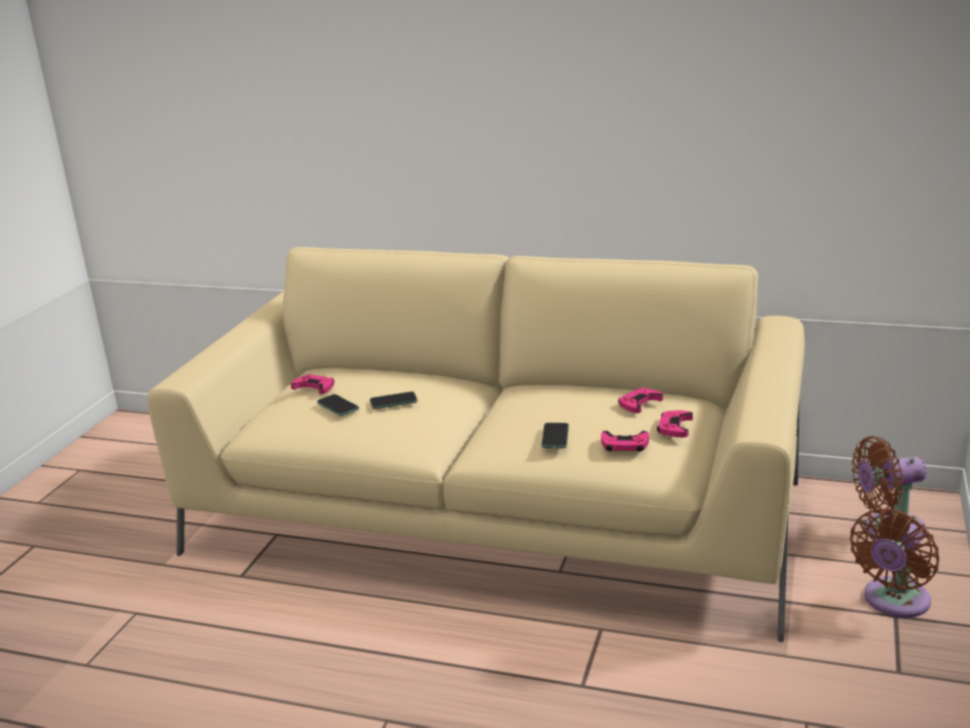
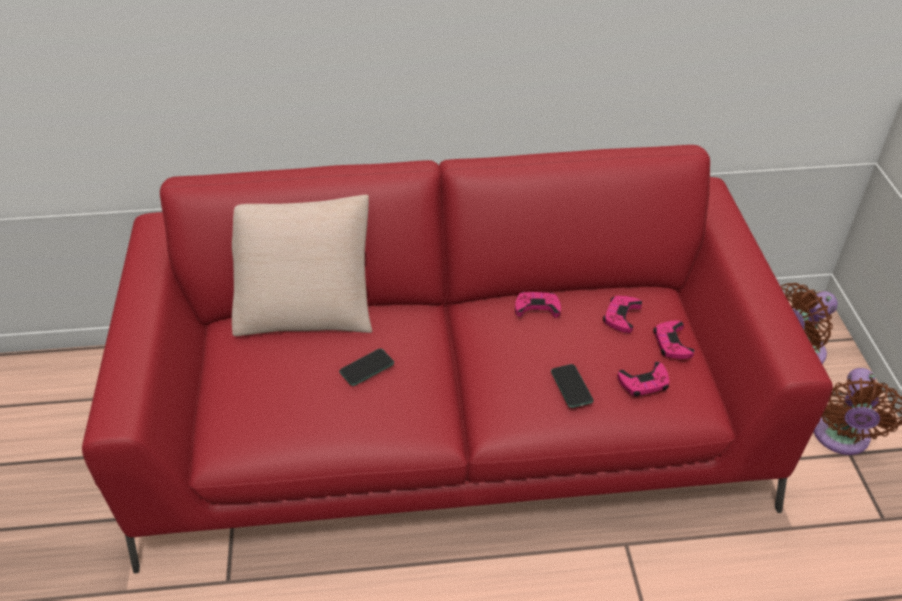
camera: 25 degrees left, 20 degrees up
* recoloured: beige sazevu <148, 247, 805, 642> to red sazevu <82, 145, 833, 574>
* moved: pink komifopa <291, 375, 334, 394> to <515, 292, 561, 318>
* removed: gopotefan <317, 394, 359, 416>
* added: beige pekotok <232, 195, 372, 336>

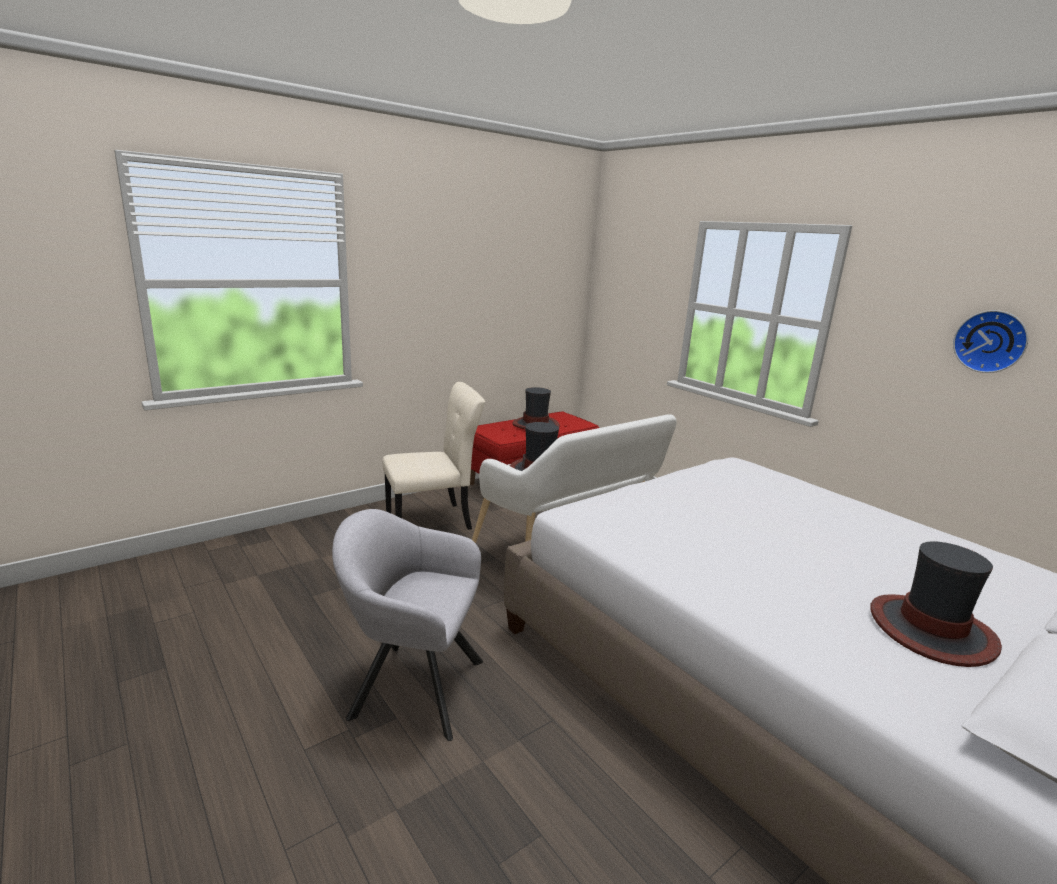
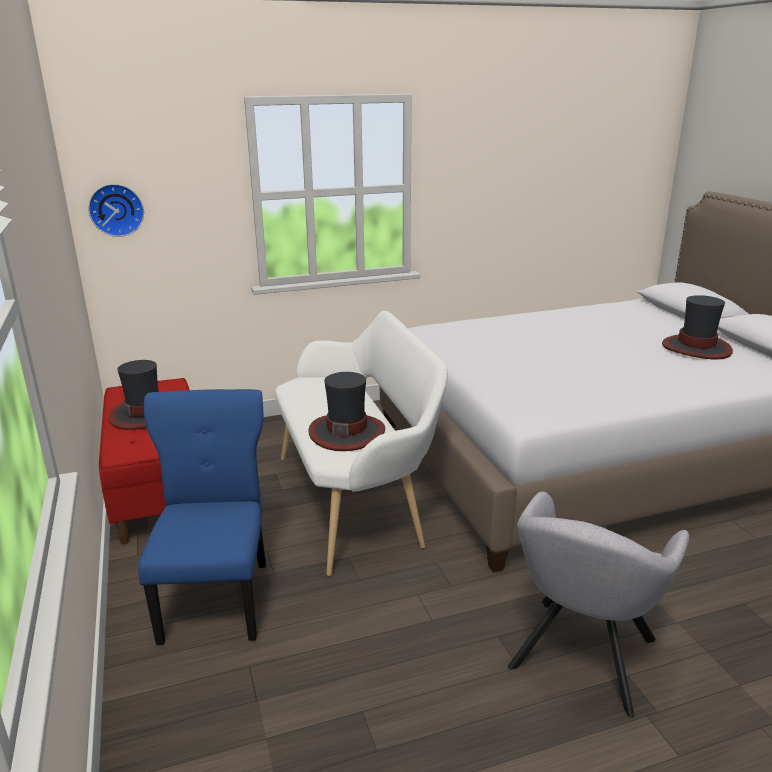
camera: 70 degrees left, 5 degrees up
* moved: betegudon <953, 310, 1028, 373> to <88, 184, 144, 237>
* recoloured: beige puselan <383, 382, 485, 530> to blue puselan <138, 389, 266, 645>

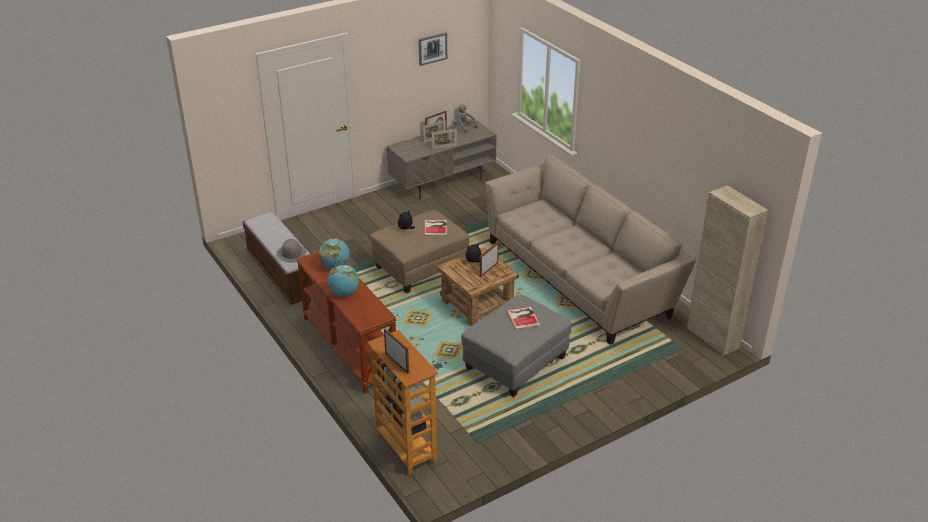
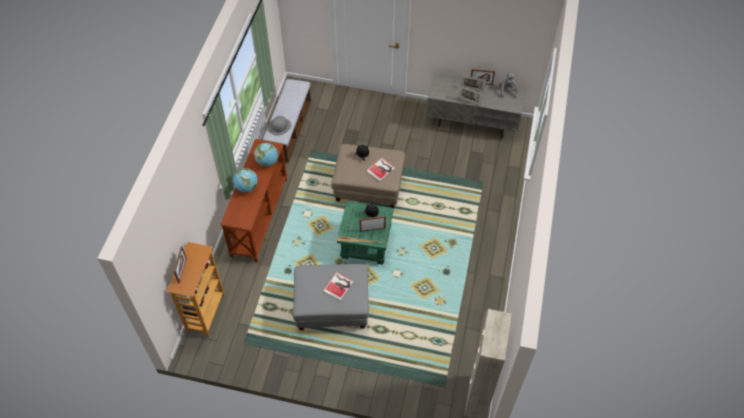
camera: 45 degrees right, 20 degrees up
* removed: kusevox <418, 32, 447, 66>
* removed: beige sazevu <485, 156, 696, 345>
* recoloured: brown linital <437, 247, 519, 326> to green linital <337, 201, 394, 264>

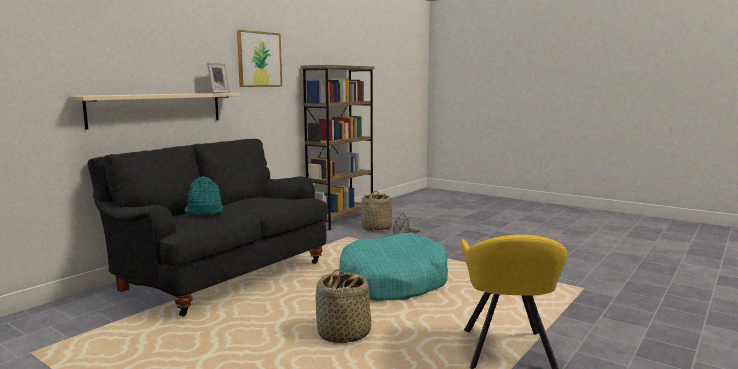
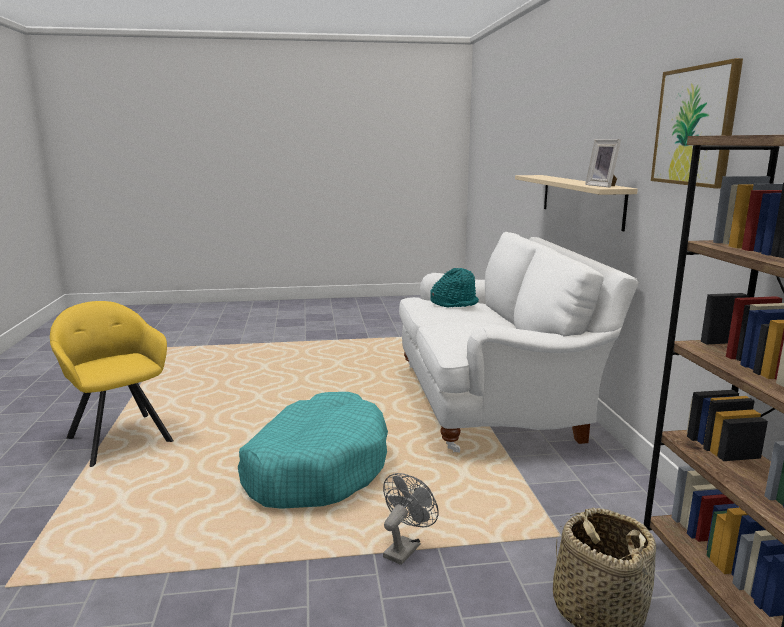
camera: 135 degrees right, 5 degrees up
* recoloured: black sazevu <87, 139, 327, 317> to white sazevu <399, 232, 639, 453>
* removed: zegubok <315, 269, 371, 343>

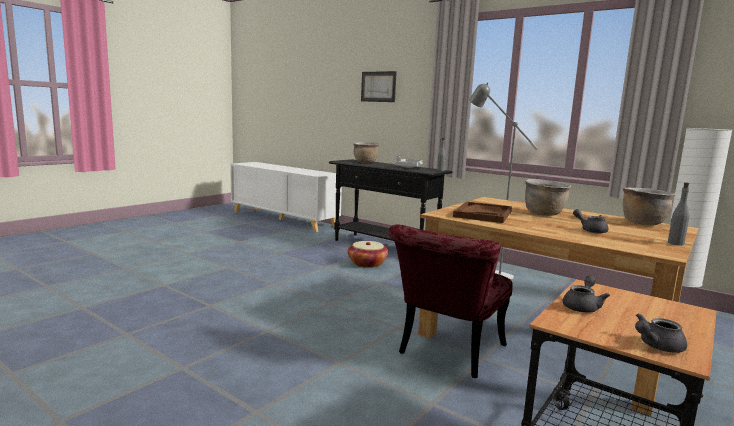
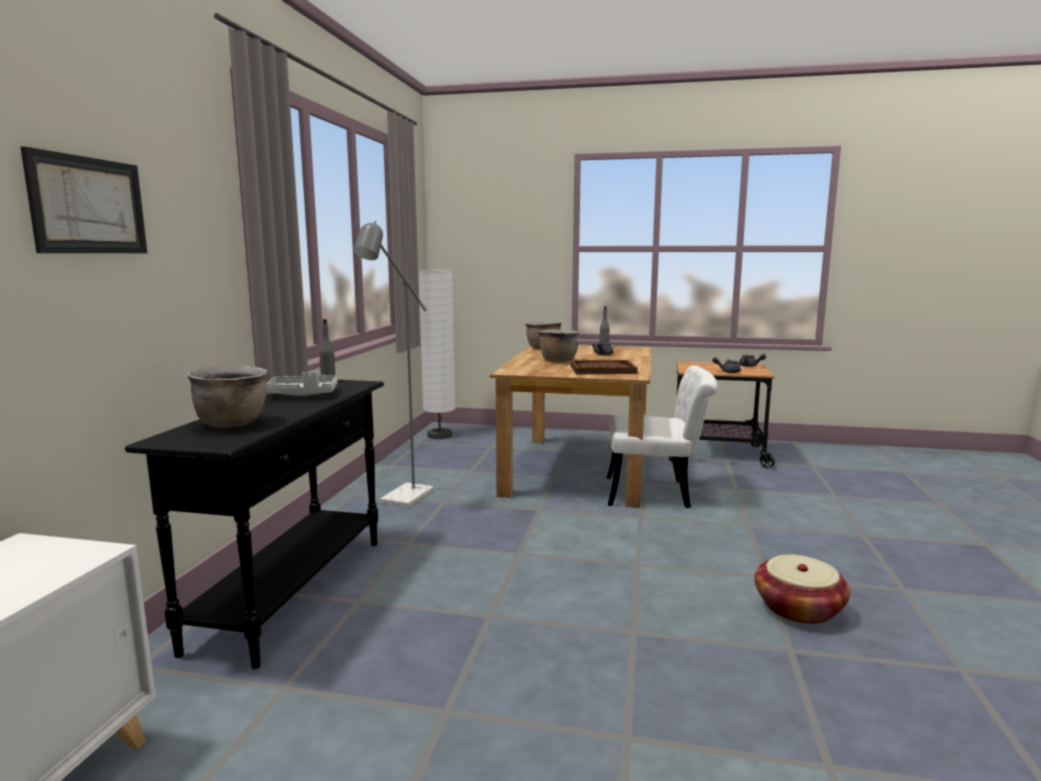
camera: 115 degrees left, 0 degrees up
* recoloured: red puselan <388, 224, 513, 378> to white puselan <607, 365, 718, 508>
* moved: zegubok <348, 241, 388, 268> to <754, 554, 850, 624>

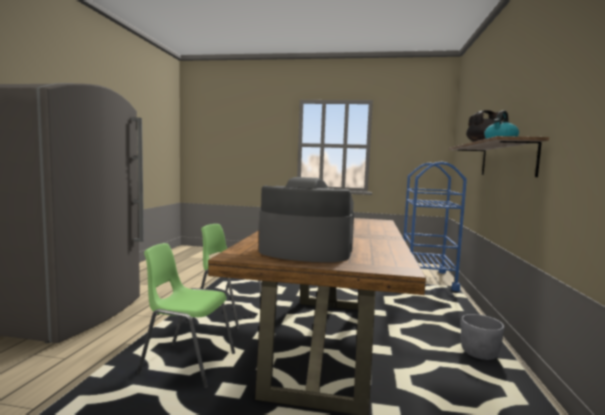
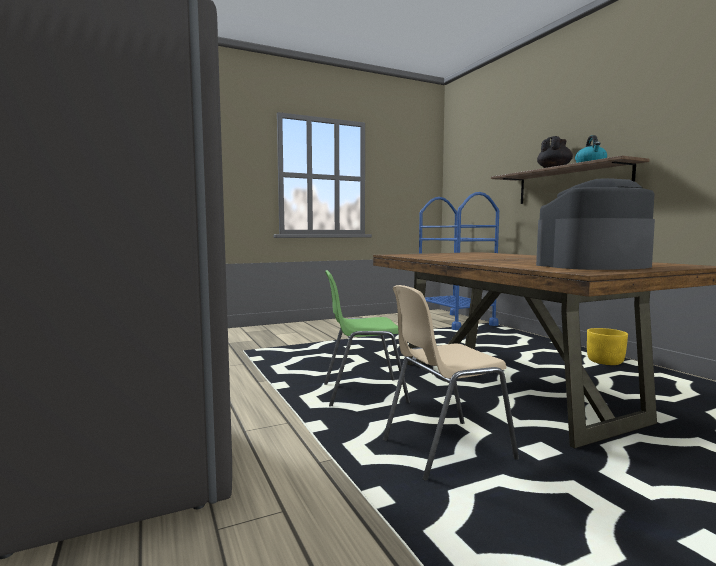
camera: 35 degrees left, 0 degrees up
* recoloured: green puselan <137, 243, 235, 388> to beige puselan <383, 285, 519, 480>
* recoloured: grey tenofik <461, 314, 504, 360> to yellow tenofik <587, 328, 628, 365>

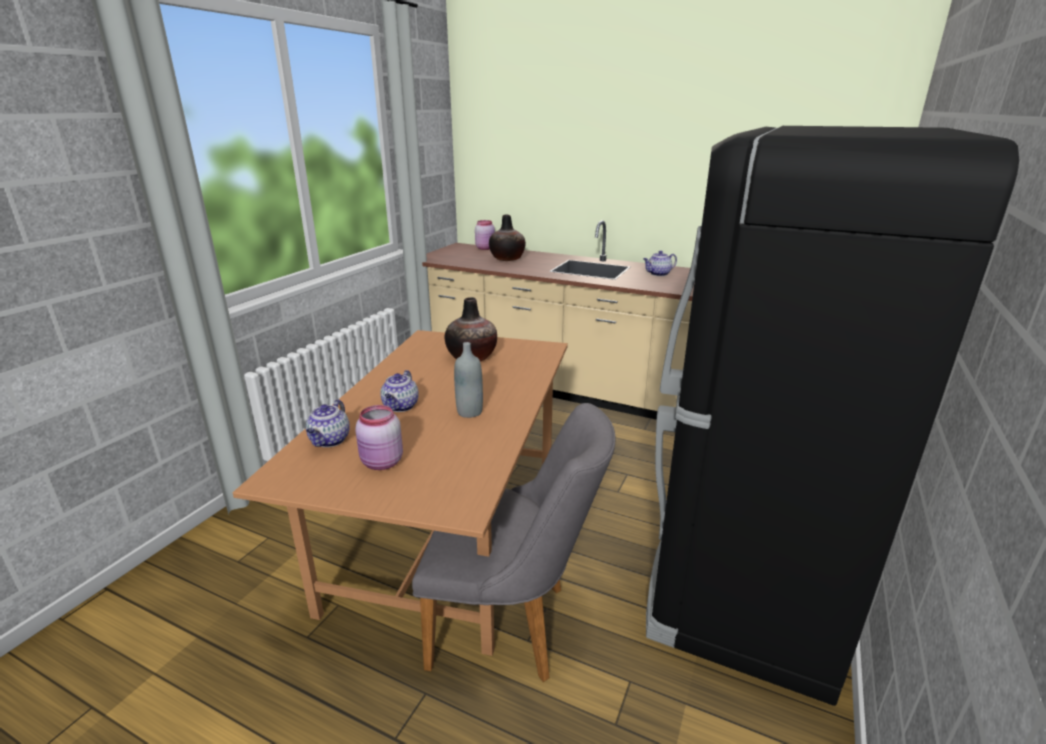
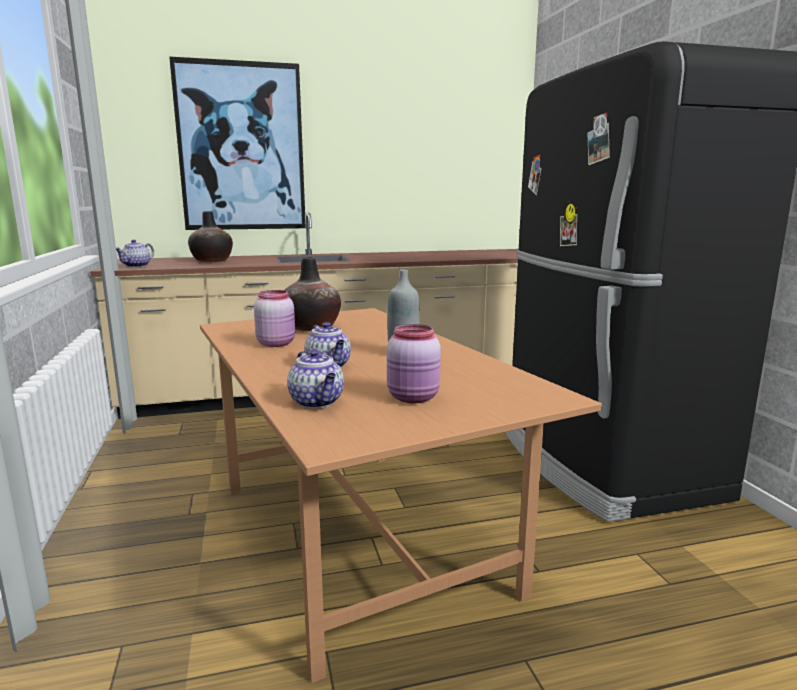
camera: 40 degrees left, 10 degrees down
* moved: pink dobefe <475, 220, 495, 250> to <254, 290, 295, 347>
* moved: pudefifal <643, 251, 677, 276> to <116, 240, 154, 267>
* removed: grey puselan <412, 403, 615, 682>
* added: kusevox <169, 57, 306, 230>

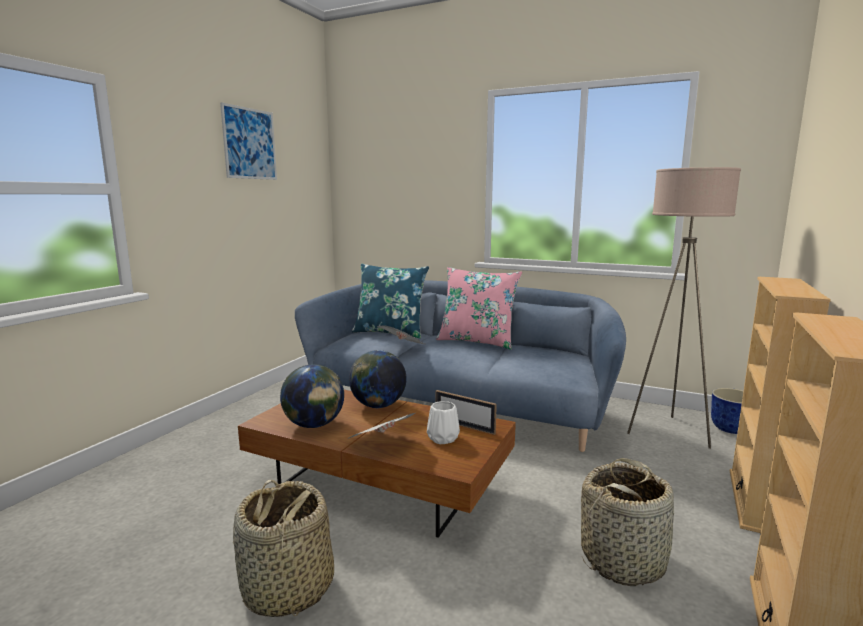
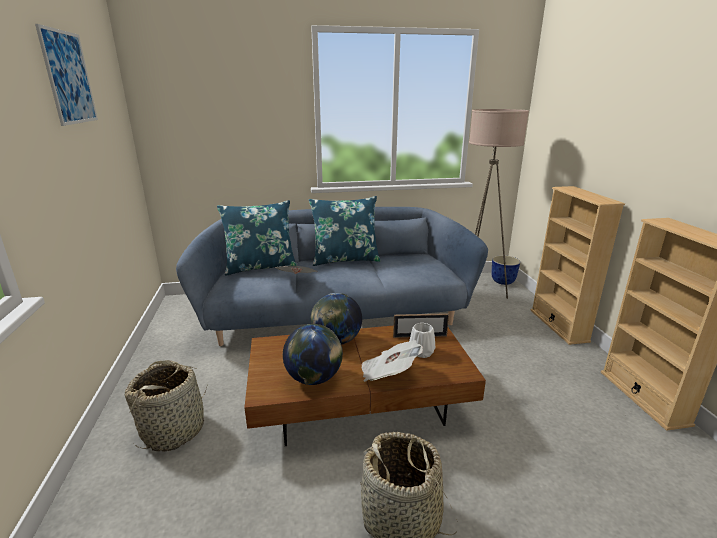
camera: 35 degrees left, 10 degrees up
* recoloured: pink pekotok <436, 267, 522, 349> to blue pekotok <309, 196, 380, 266>
* moved: zegubok <581, 458, 675, 586> to <125, 360, 208, 451>

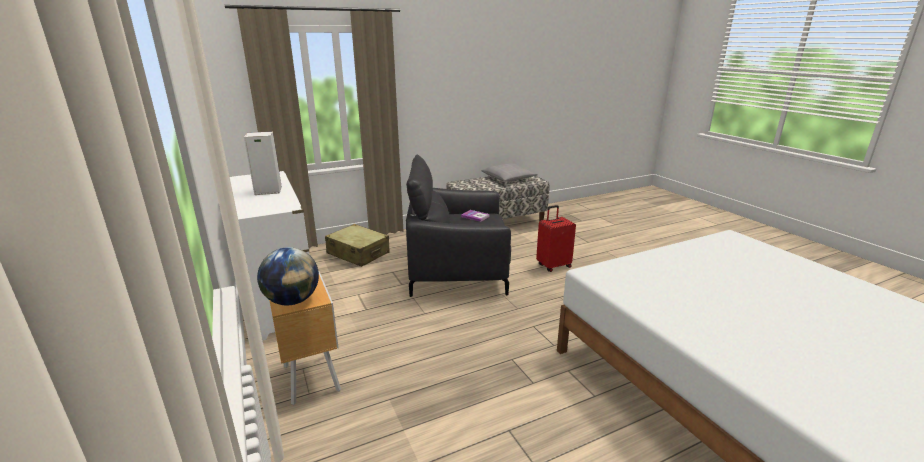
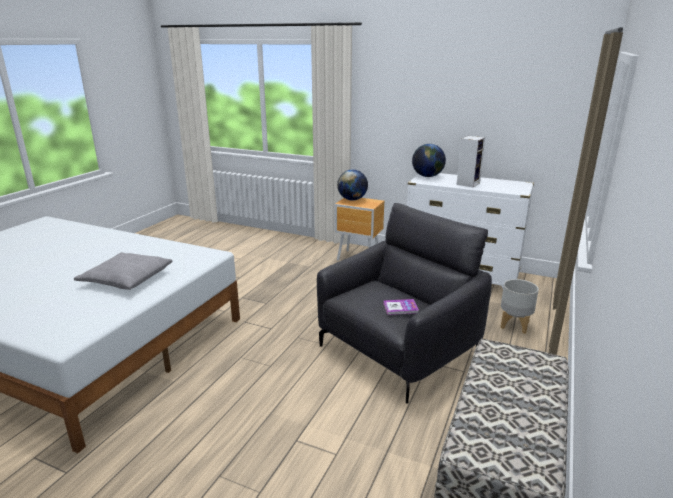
camera: 140 degrees right, 0 degrees up
* moved: grey pekotok <481, 163, 538, 182> to <74, 252, 173, 290>
* removed: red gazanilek <536, 205, 576, 272>
* replaced: beige gazanilek <325, 224, 389, 267> to grey tenofik <501, 279, 539, 334>
* added: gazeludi <412, 144, 446, 177>

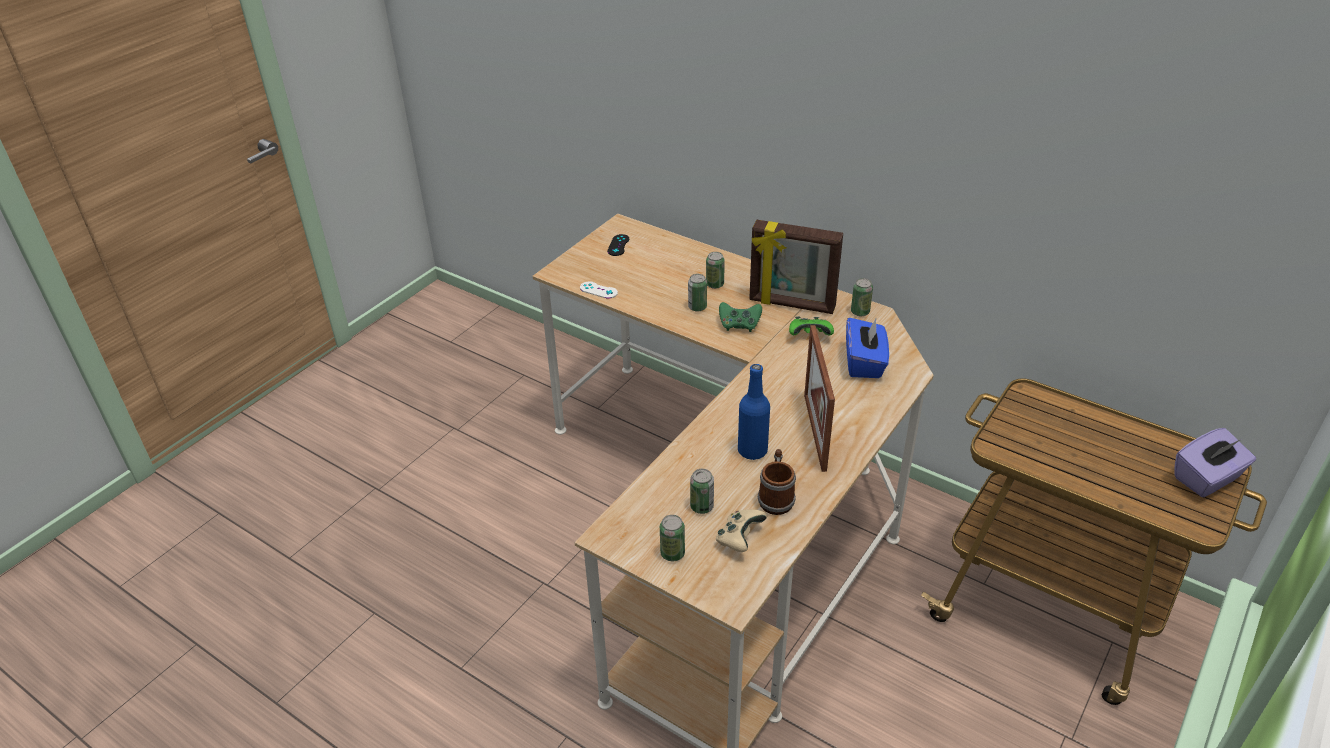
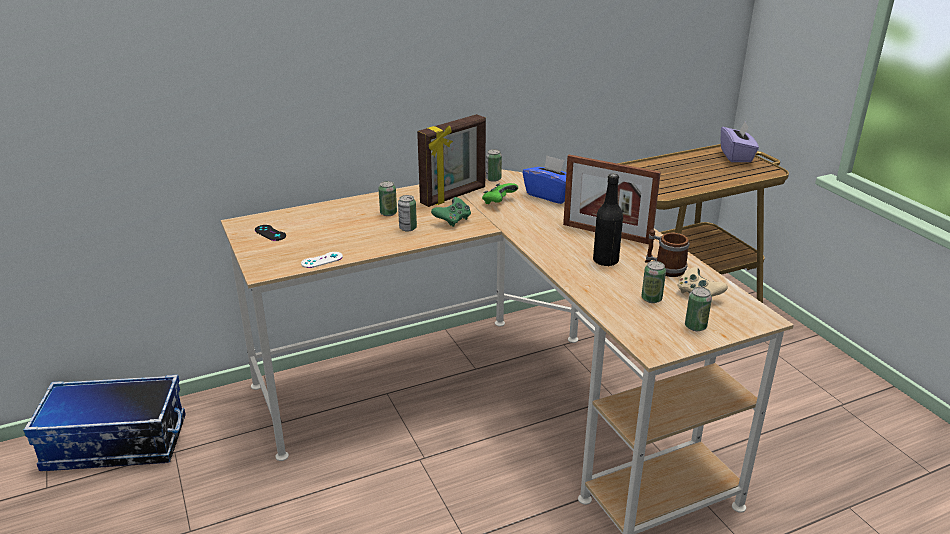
camera: 60 degrees left, 10 degrees down
* recoloured: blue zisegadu <738, 364, 770, 460> to black zisegadu <593, 174, 623, 266>
* added: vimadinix <23, 375, 186, 471>

